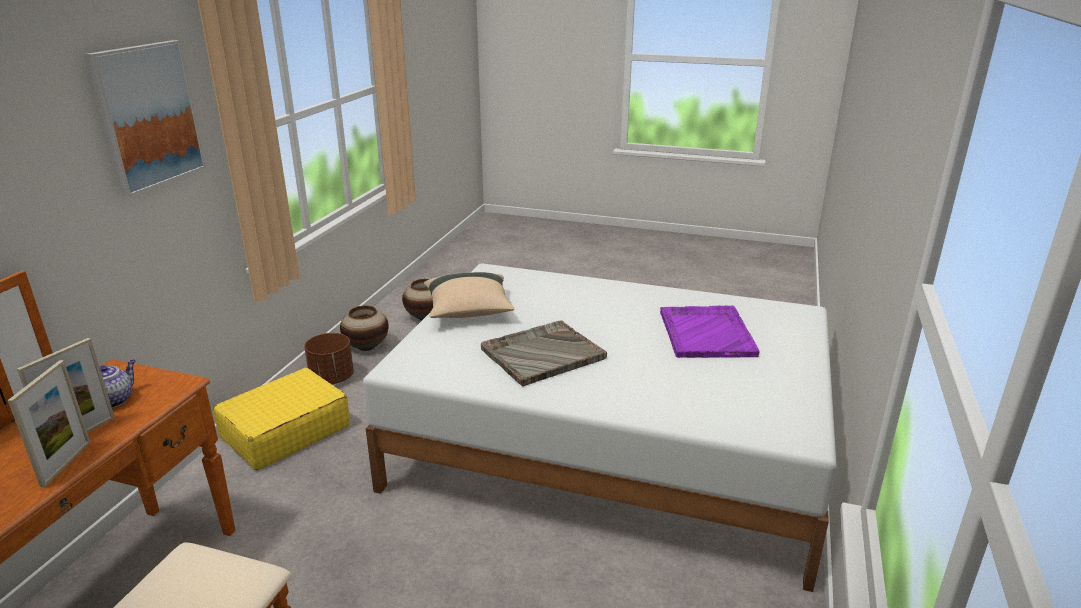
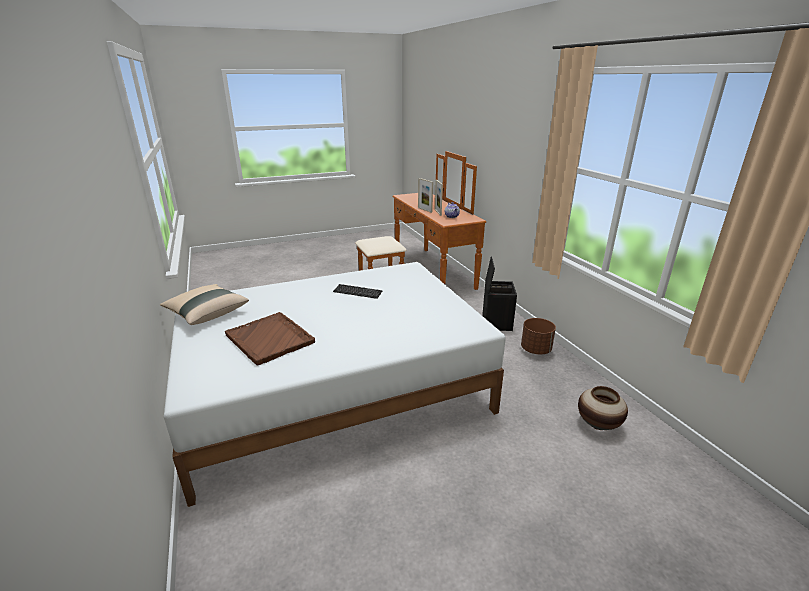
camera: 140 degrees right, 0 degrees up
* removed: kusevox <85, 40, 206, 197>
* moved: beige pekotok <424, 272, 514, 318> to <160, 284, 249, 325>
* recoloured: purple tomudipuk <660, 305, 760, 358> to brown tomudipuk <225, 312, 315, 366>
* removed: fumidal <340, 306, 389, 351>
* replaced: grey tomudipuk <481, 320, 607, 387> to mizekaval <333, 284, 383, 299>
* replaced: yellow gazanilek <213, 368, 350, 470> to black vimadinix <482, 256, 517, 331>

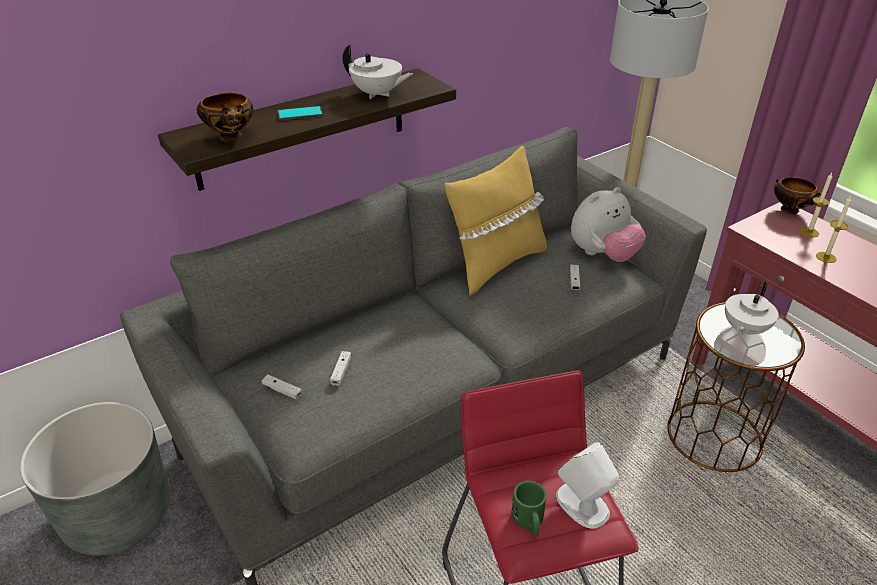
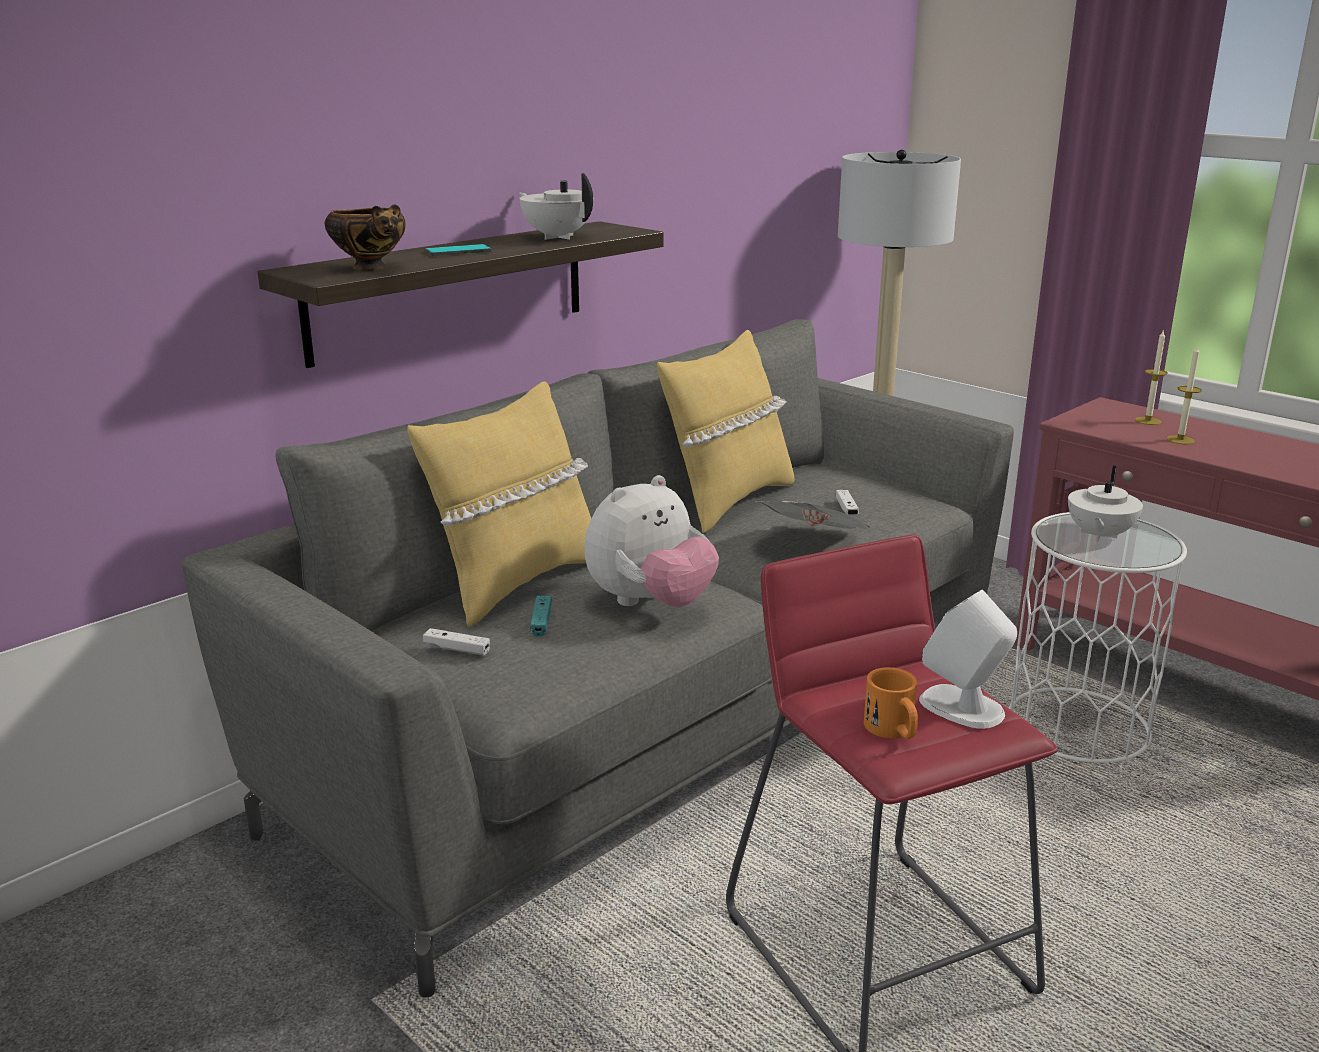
camera: 10 degrees left, 15 degrees down
* turned: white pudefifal <343, 44, 413, 99> = <519, 173, 594, 240> 150 degrees counterclockwise
* removed: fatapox <774, 177, 827, 214>
* moved: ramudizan <571, 187, 646, 262> to <585, 475, 719, 608>
* recoloured: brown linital <667, 302, 805, 472> to white linital <1009, 512, 1187, 763>
* recoloured: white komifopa <330, 351, 351, 386> to turquoise komifopa <530, 596, 552, 636>
* removed: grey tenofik <20, 402, 170, 556>
* recoloured: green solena <511, 481, 547, 536> to orange solena <864, 667, 918, 739>
* added: yellow pekotok <407, 381, 591, 627>
* added: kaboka <756, 501, 870, 529>

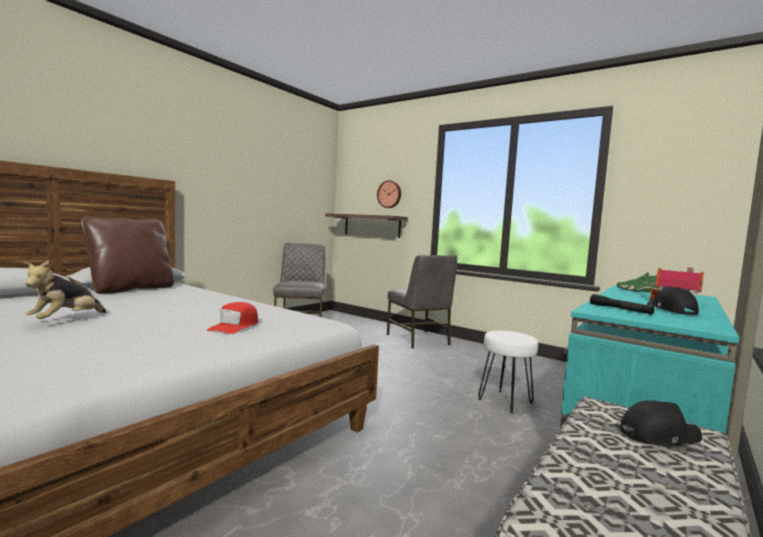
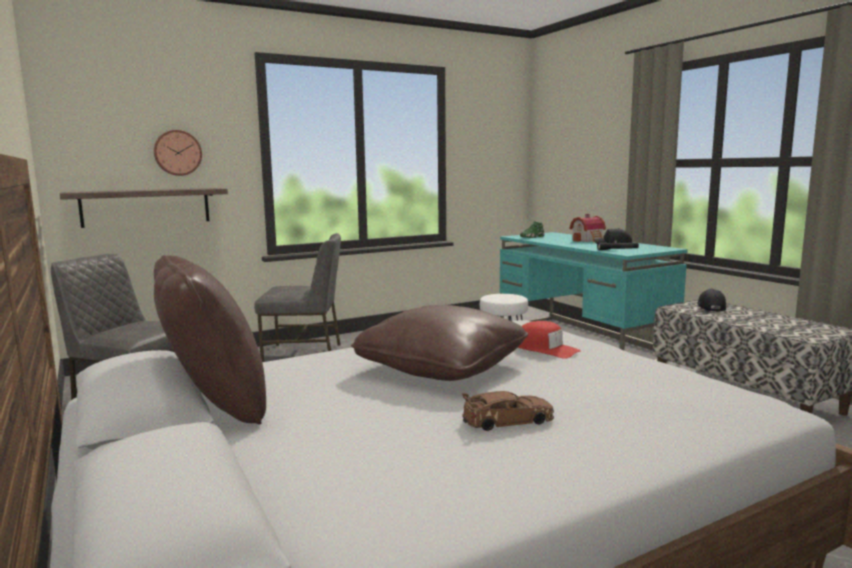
camera: 65 degrees left, 5 degrees up
* replaced: ramudizan <23, 260, 106, 319> to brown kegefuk <462, 391, 554, 431>
* added: brown pekotok <351, 305, 528, 381>

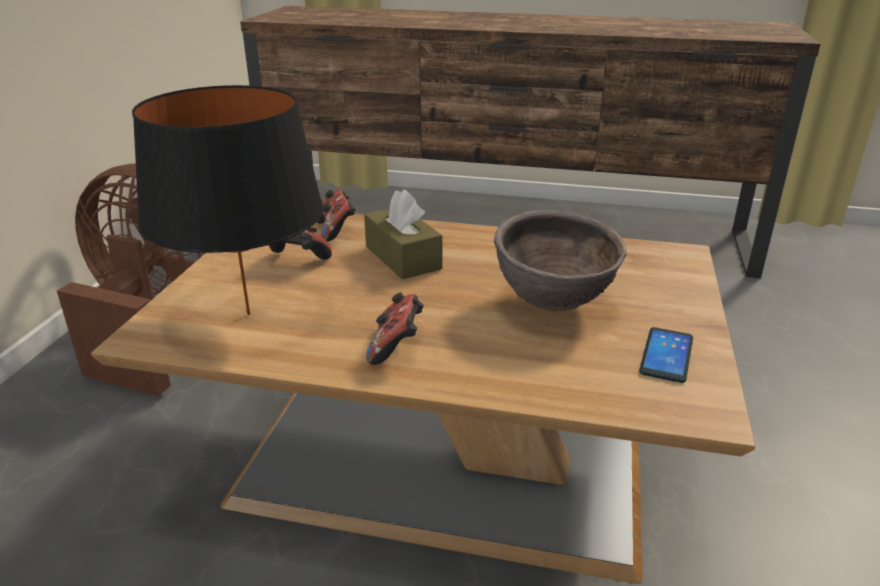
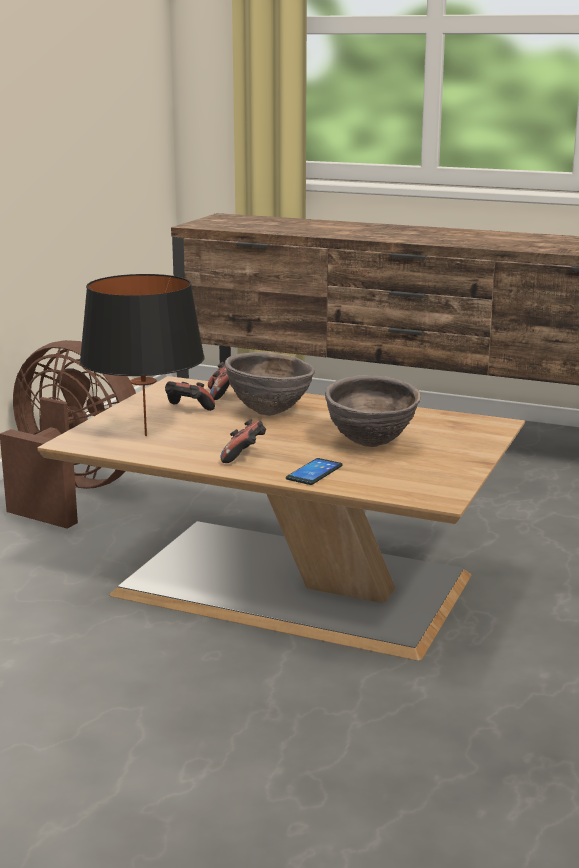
camera: 10 degrees right, 10 degrees down
* replaced: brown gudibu <364, 189, 442, 280> to brown fatapox <225, 352, 315, 416>
* moved: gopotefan <639, 327, 693, 383> to <286, 458, 343, 485>

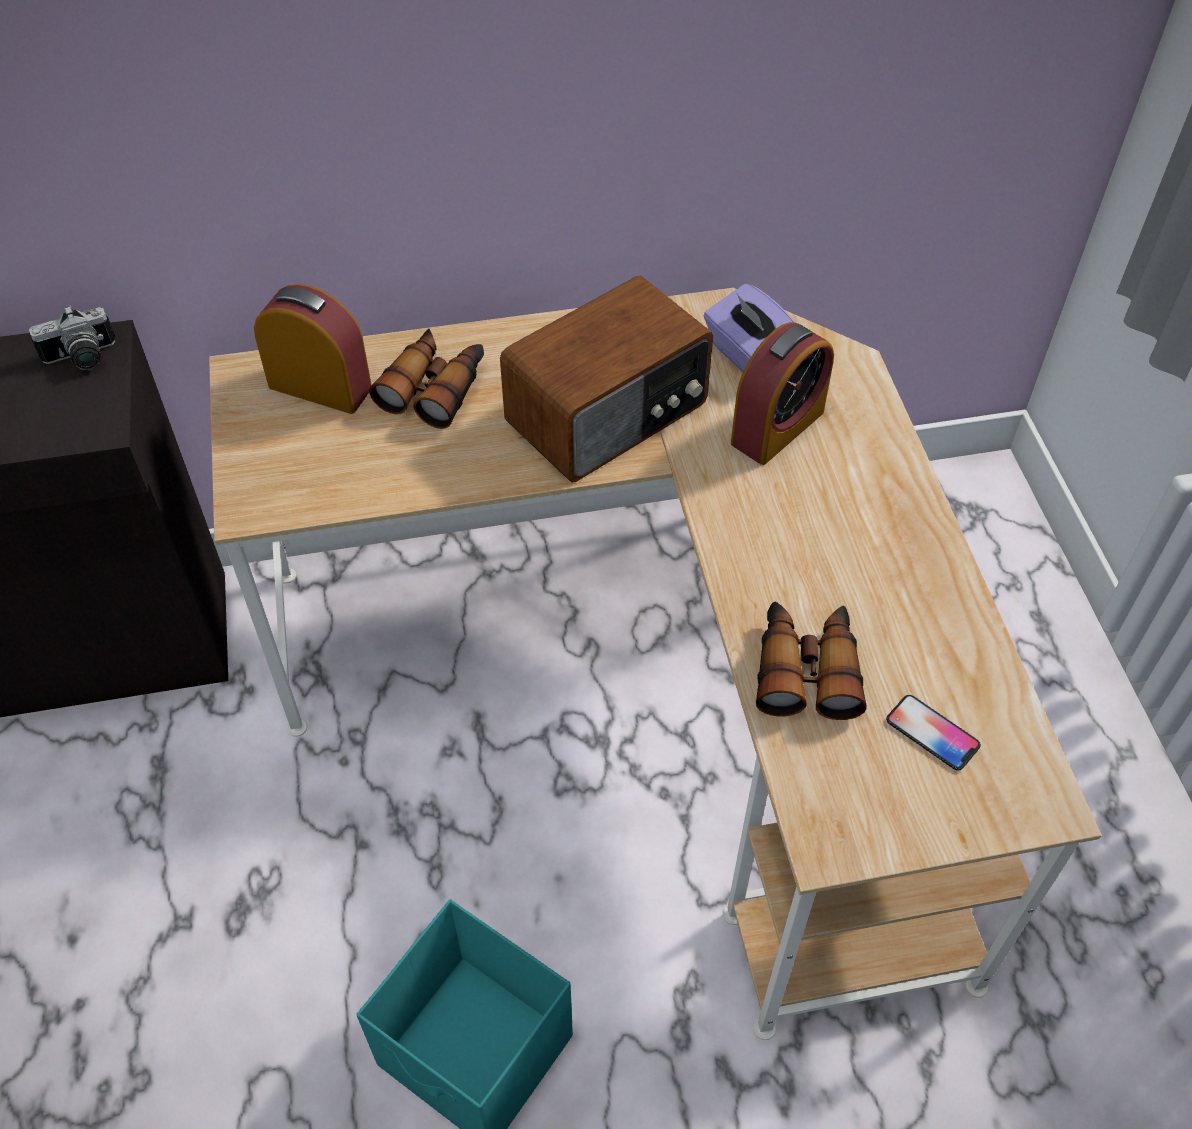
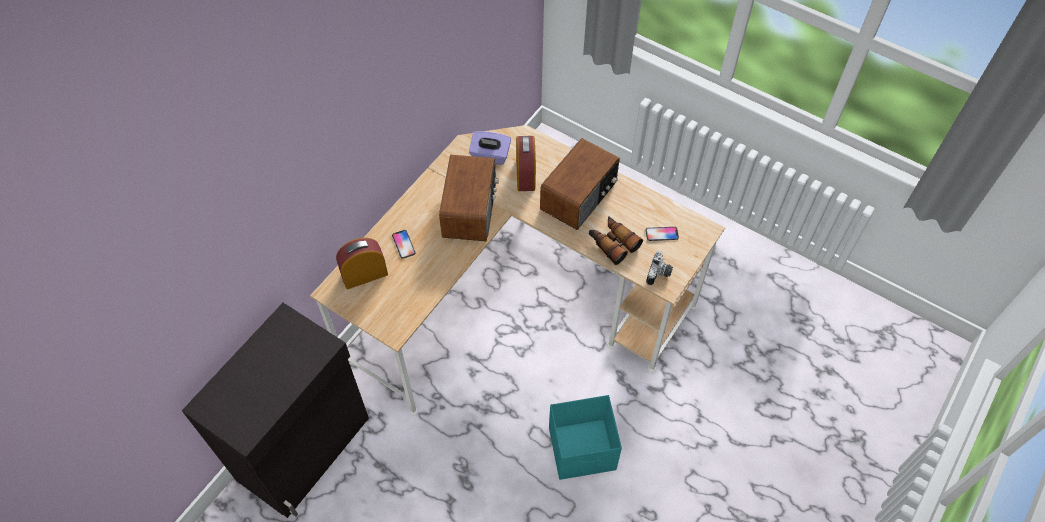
camera: 45 degrees left, 5 degrees up
* moved: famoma <29, 305, 115, 370> to <646, 251, 673, 285>
* replaced: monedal <369, 329, 484, 429> to gopotefan <392, 230, 416, 259>
* added: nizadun <540, 138, 620, 230>

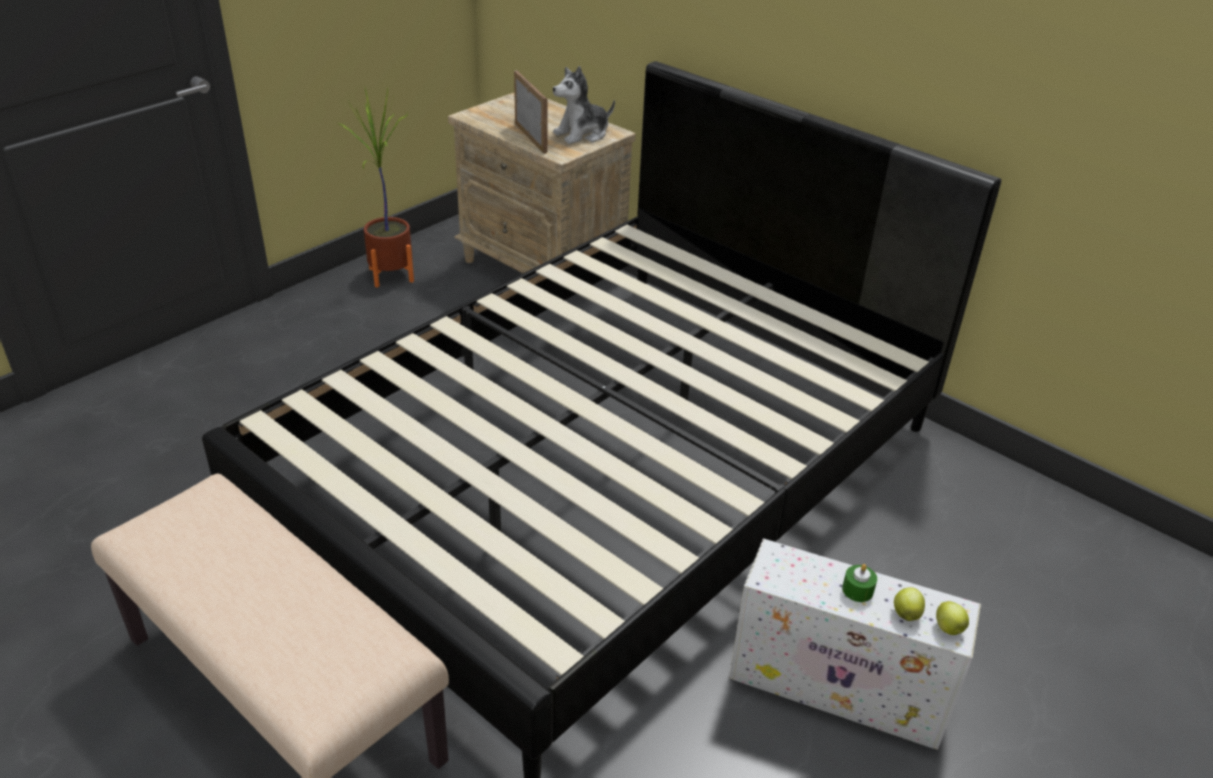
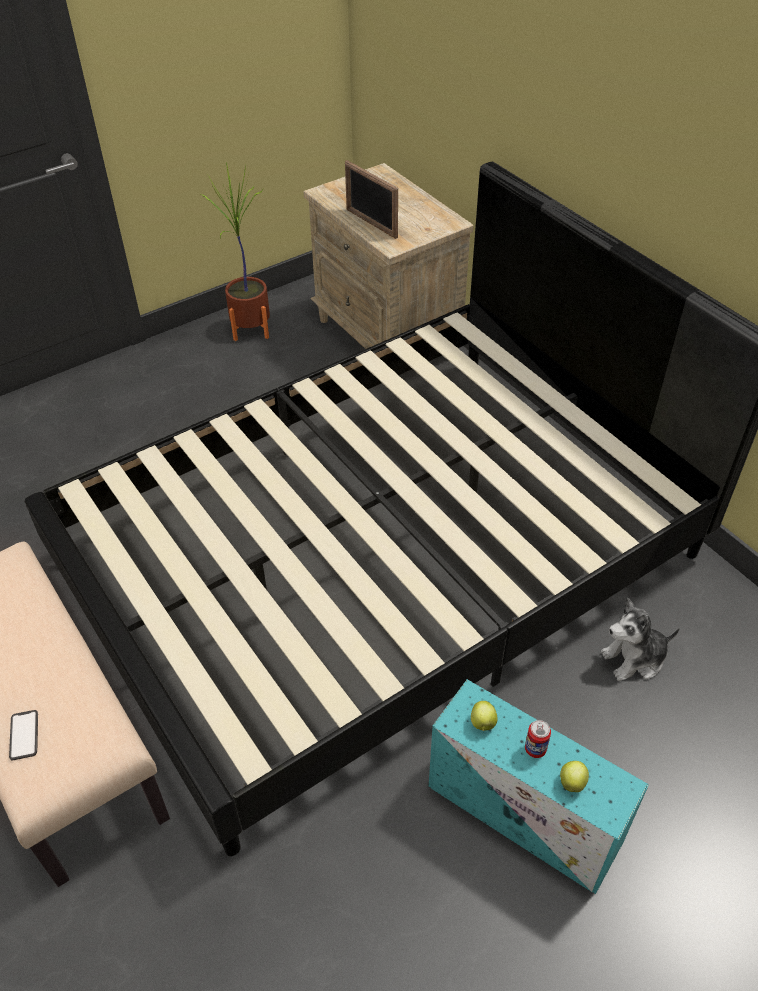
camera: 15 degrees right, 10 degrees up
* moved: ramudizan <553, 66, 615, 144> to <601, 598, 680, 681>
* turned: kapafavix <514, 70, 548, 154> = <345, 160, 398, 239> 150 degrees clockwise
* recoloured: white vimadinix <729, 539, 981, 750> to turquoise vimadinix <429, 679, 649, 894>
* replaced: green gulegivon <842, 564, 877, 602> to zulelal <525, 720, 551, 758>
* moved: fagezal <936, 601, 969, 635> to <471, 701, 498, 731>
* added: gopotefan <9, 710, 38, 760>

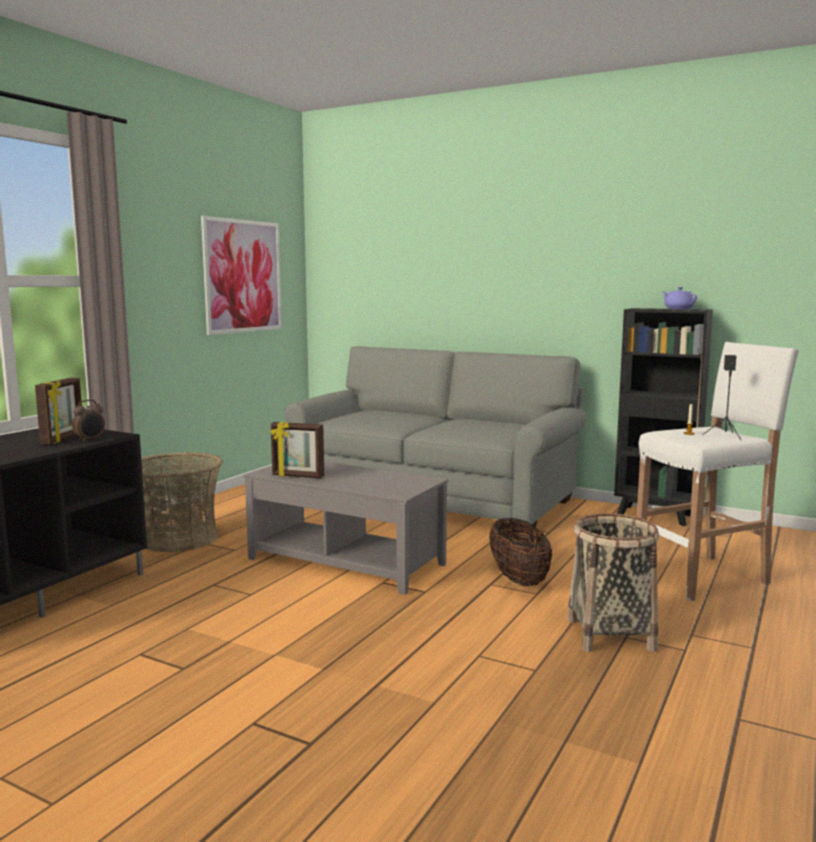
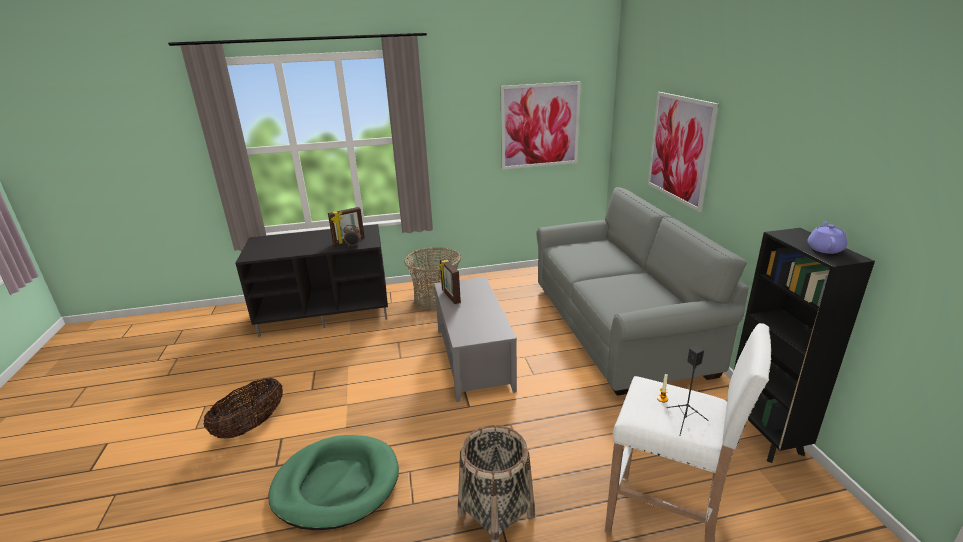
camera: 50 degrees right, 15 degrees up
* moved: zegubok <489, 518, 552, 586> to <204, 378, 283, 438>
* added: kusevox <648, 92, 719, 212>
* added: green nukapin <269, 435, 399, 530>

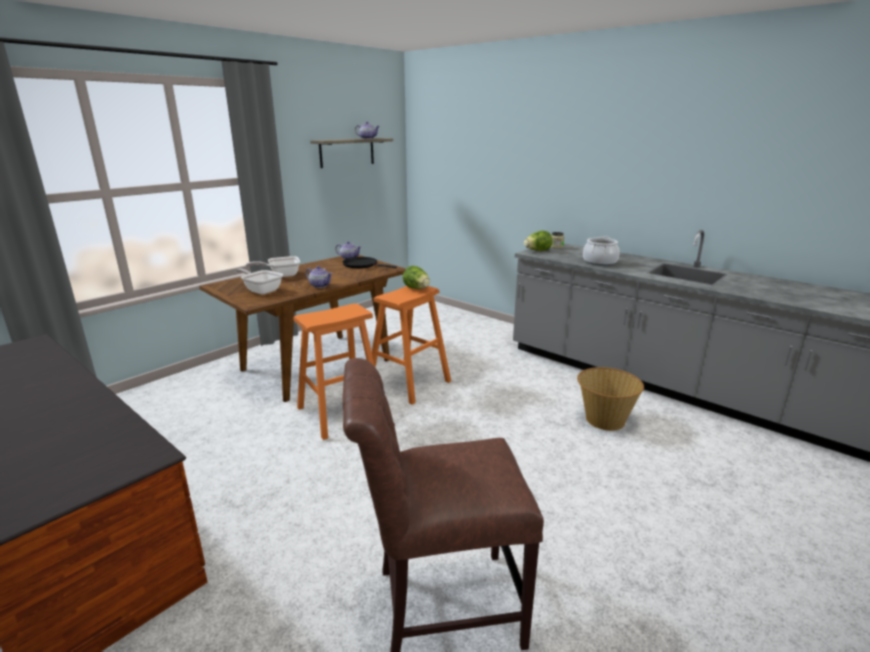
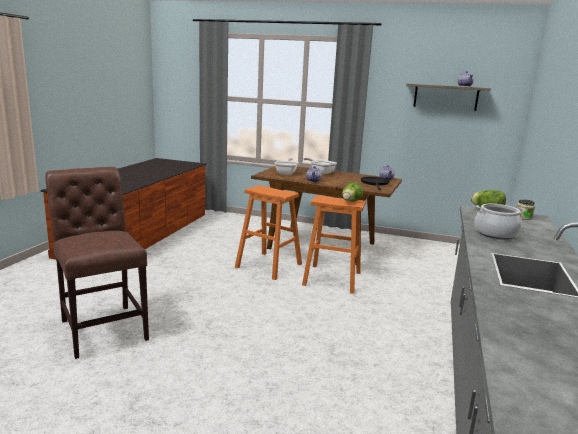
camera: 65 degrees right, 5 degrees down
* removed: zegubok <577, 367, 644, 431>

